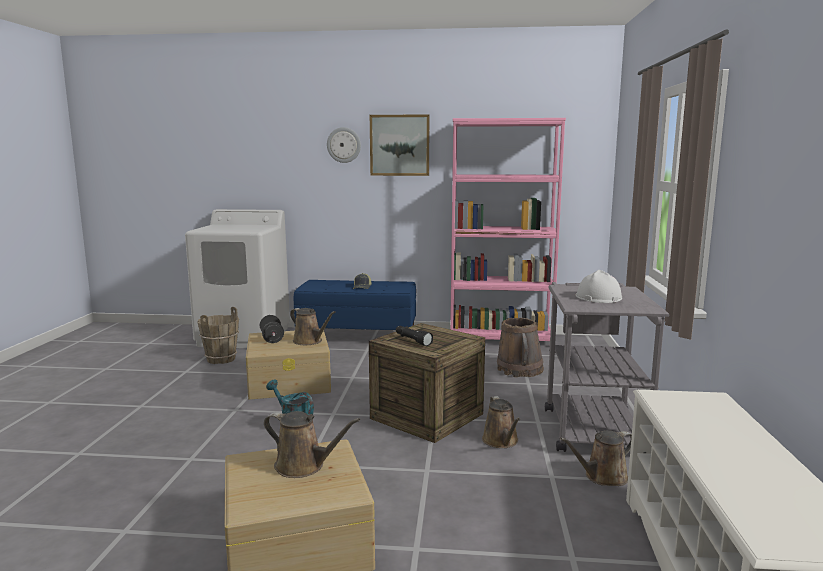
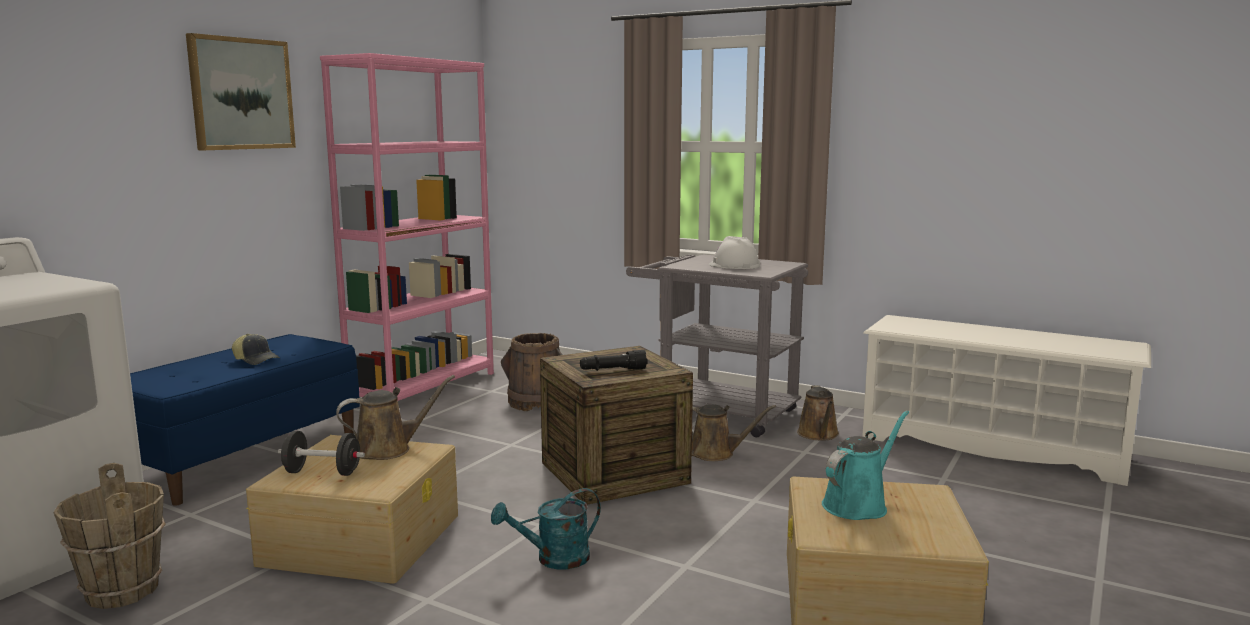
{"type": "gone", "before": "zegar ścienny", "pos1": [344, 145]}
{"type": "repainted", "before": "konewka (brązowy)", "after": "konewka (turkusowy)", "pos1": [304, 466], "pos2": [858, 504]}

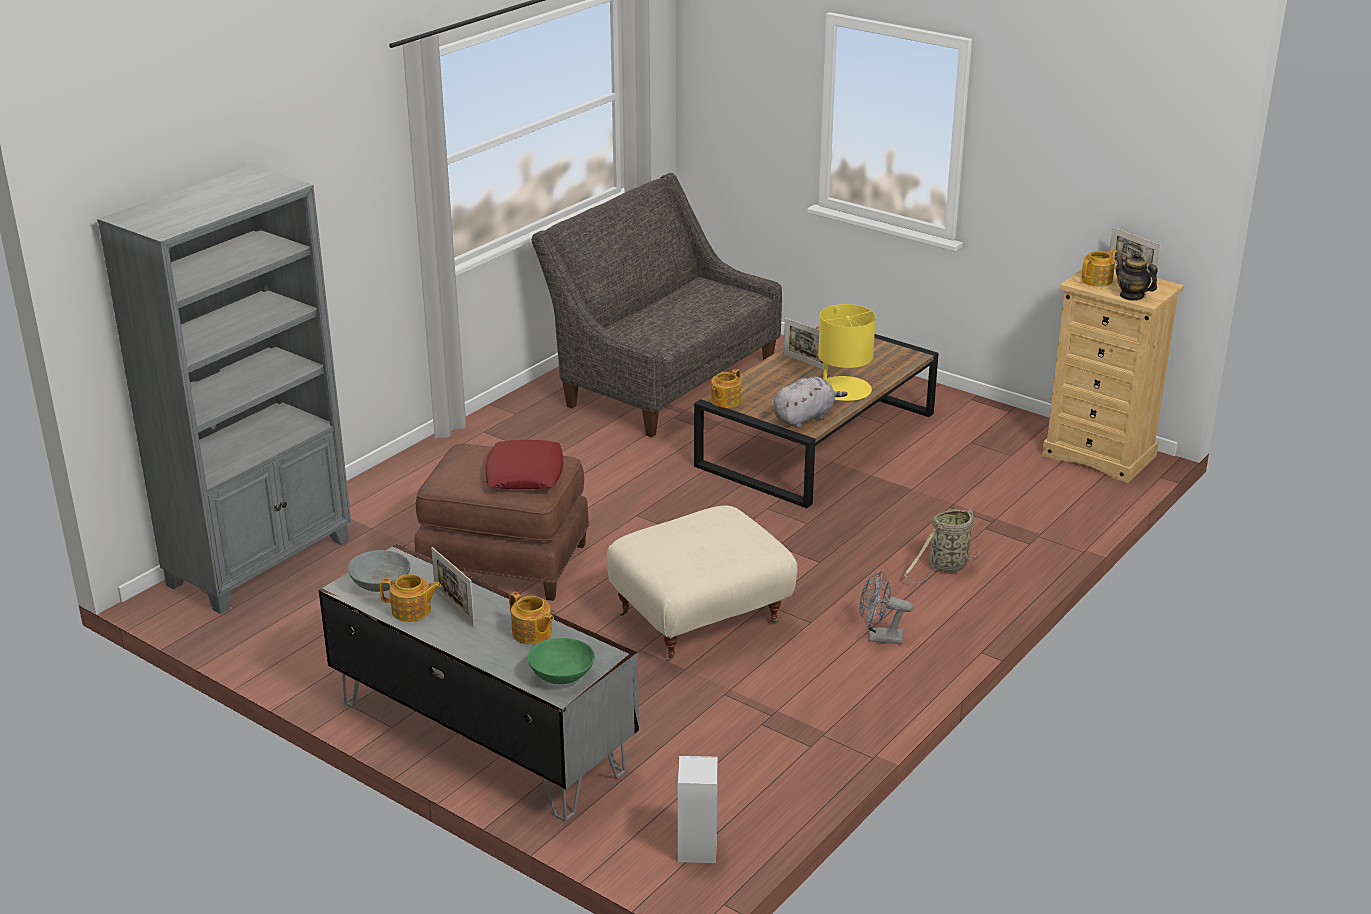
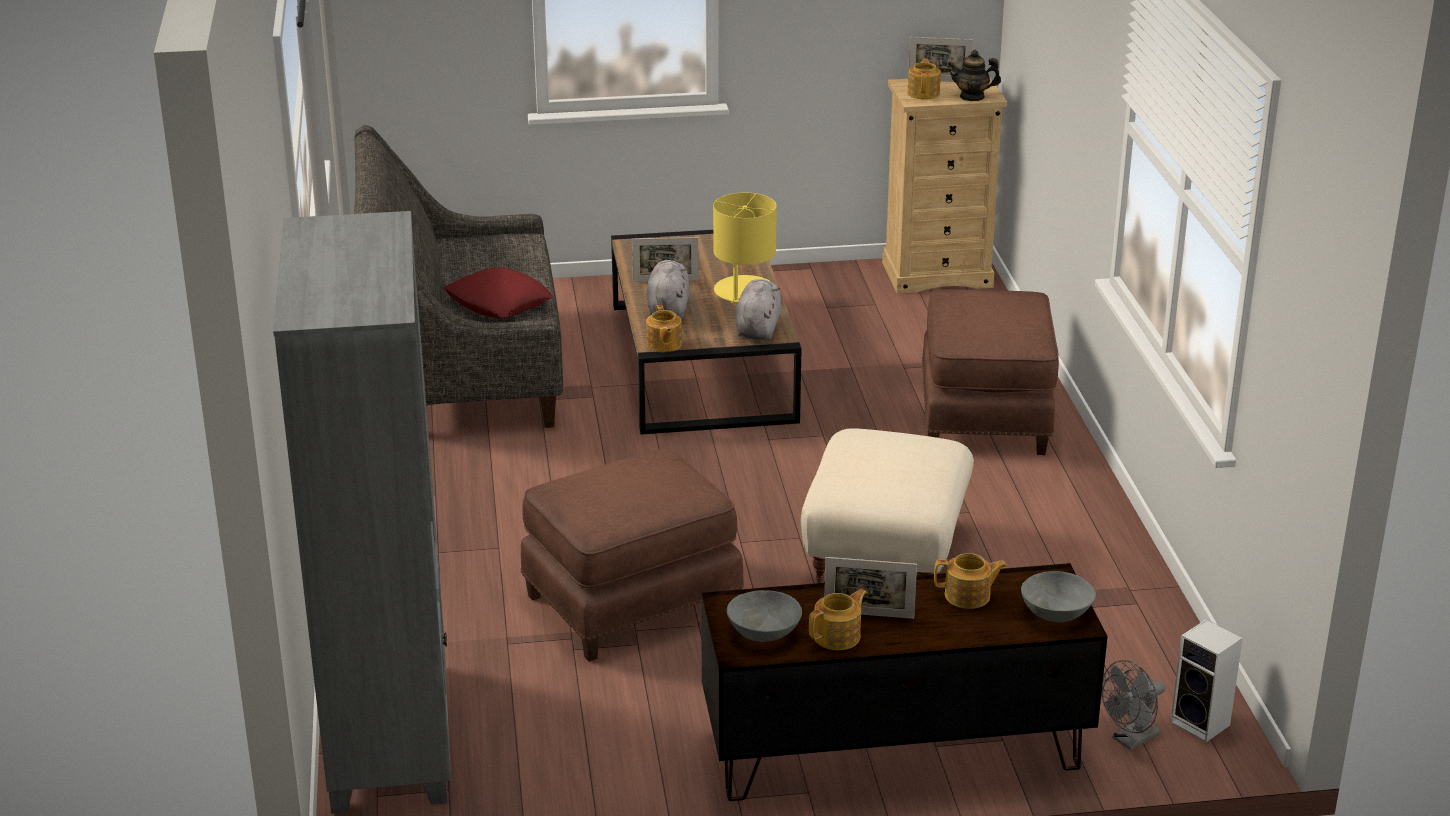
{"type": "shifted", "before": "poduszka (czerwony)", "pos1": [524, 473], "pos2": [498, 302]}
{"type": "swapped", "before": "koszyk", "after": "pufa (brązowy)", "pos1": [946, 567], "pos2": [986, 416]}
{"type": "repainted", "before": "szafka pod telewizor (szary)", "after": "szafka pod telewizor (brązowy)", "pos1": [481, 735], "pos2": [893, 750]}
{"type": "shifted", "before": "wentylator (szary)", "pos1": [879, 638], "pos2": [1131, 740]}
{"type": "repainted", "before": "miska (zielony)", "after": "miska (szary)", "pos1": [561, 676], "pos2": [1057, 613]}
{"type": "new", "after": "pluszak (szary)", "pos2": [668, 308]}

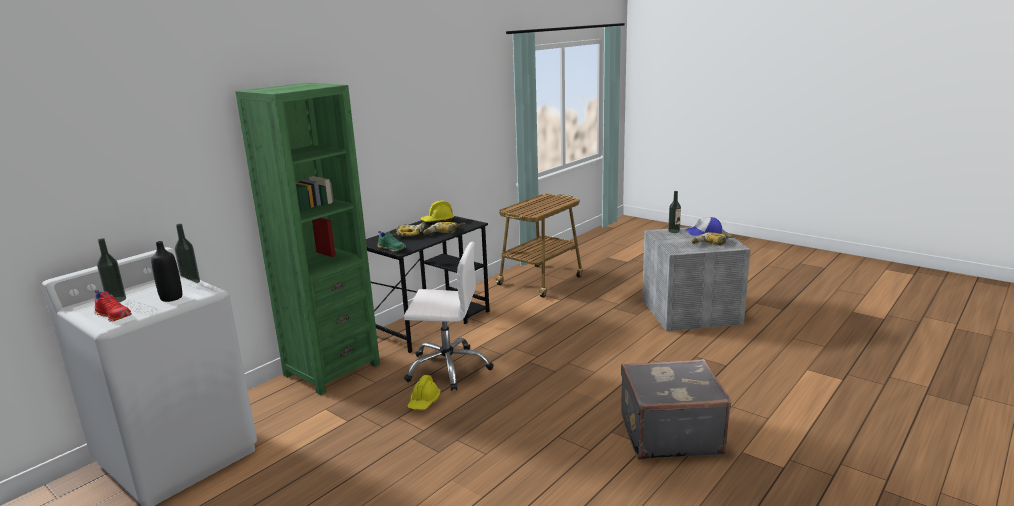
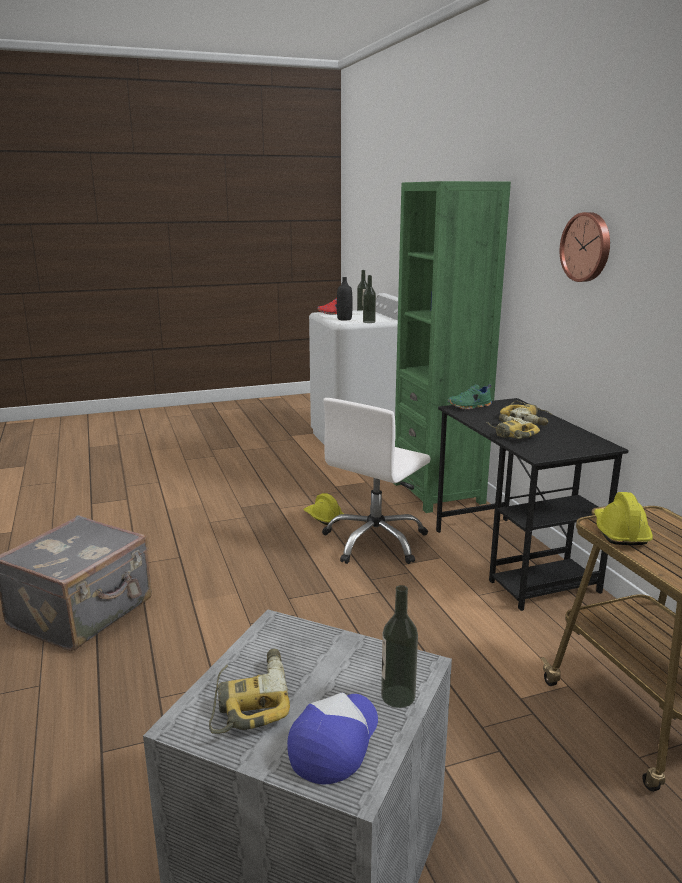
{"type": "shifted", "before": "kask (żółty)", "pos1": [438, 221], "pos2": [619, 532]}
{"type": "new", "after": "zegar ścienny", "pos2": [587, 247]}

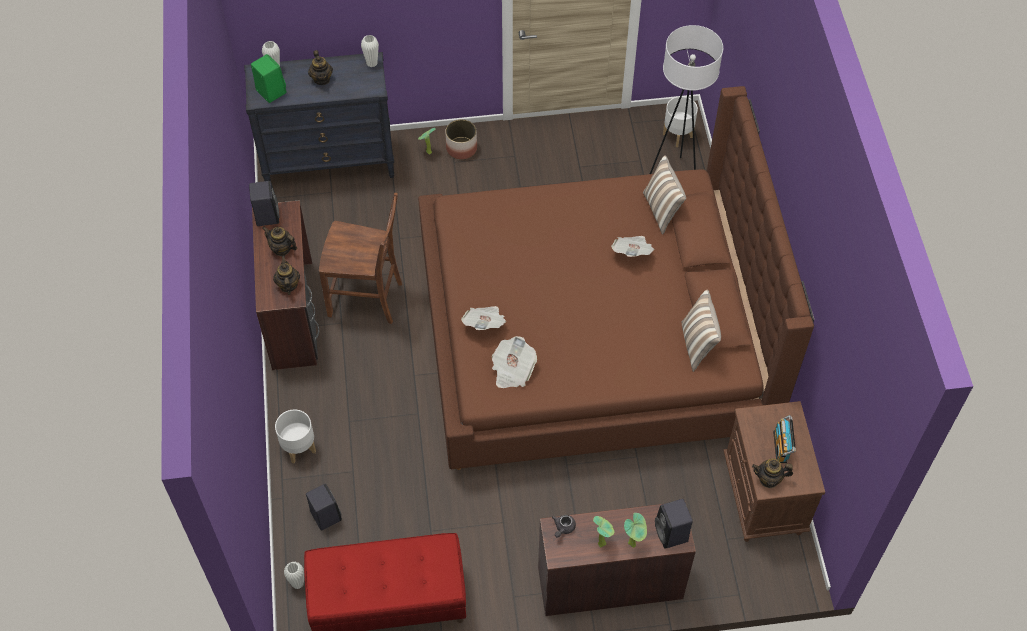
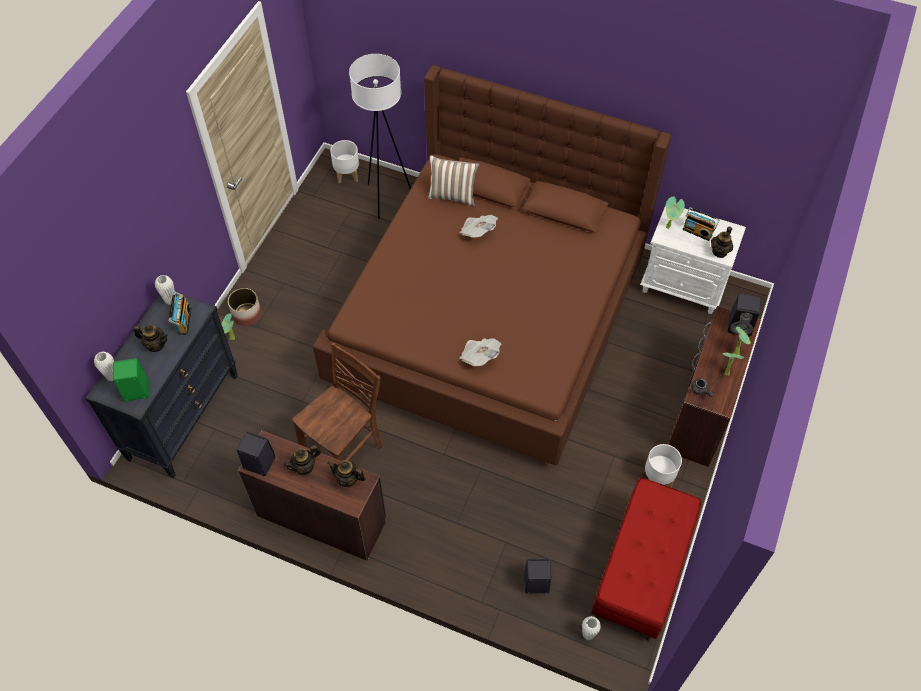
{"type": "gone", "before": "poduszka", "pos1": [697, 345]}
{"type": "gone", "before": "gazeta", "pos1": [512, 370]}
{"type": "repainted", "before": "szafka nocna (brązowy)", "after": "szafka nocna (biały)", "pos1": [764, 498], "pos2": [684, 285]}
{"type": "shifted", "before": "donica (biały)", "pos1": [298, 448], "pos2": [657, 478]}
{"type": "new", "after": "roślina doniczkowa", "pos2": [669, 227]}
{"type": "new", "after": "radio", "pos2": [183, 321]}

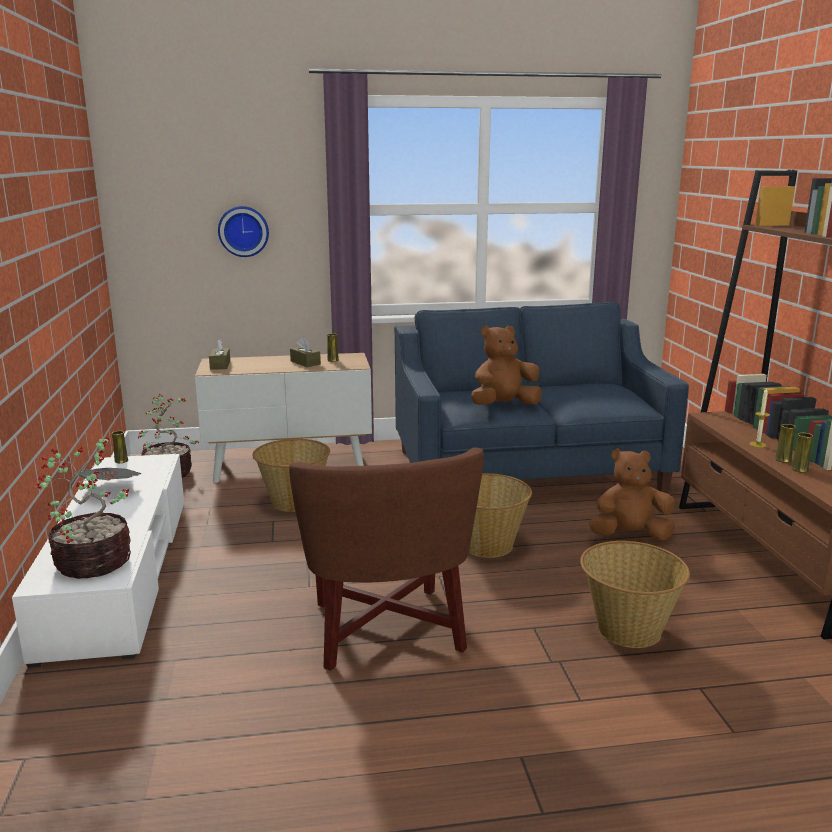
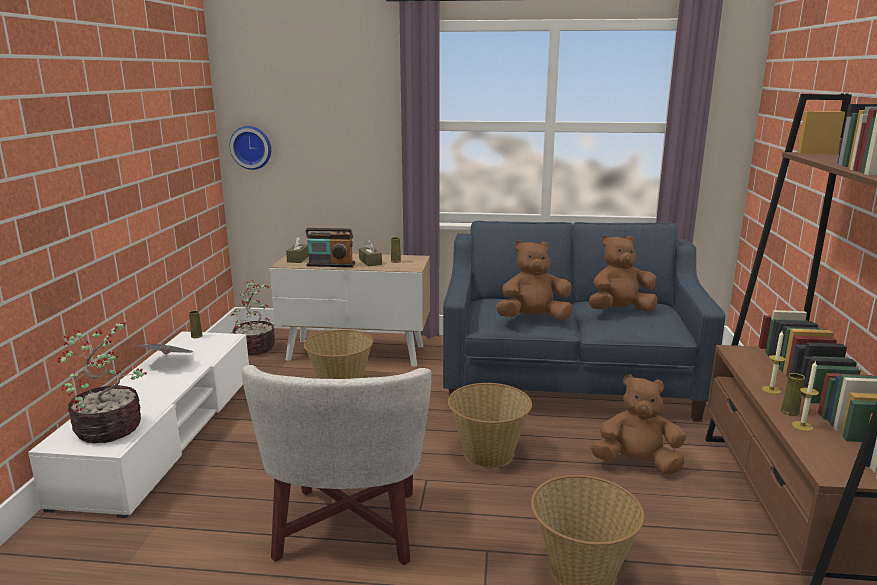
{"type": "shifted", "before": "zegar ścienny", "pos1": [243, 231], "pos2": [252, 147]}
{"type": "swapped", "before": "wazon (żółty)", "after": "świeca", "pos1": [799, 469], "pos2": [802, 426]}
{"type": "repainted", "before": "fotel (brązowy)", "after": "fotel (biały)", "pos1": [386, 628], "pos2": [348, 526]}
{"type": "new", "after": "radio", "pos2": [331, 264]}
{"type": "new", "after": "pluszak (brązowy)", "pos2": [619, 311]}

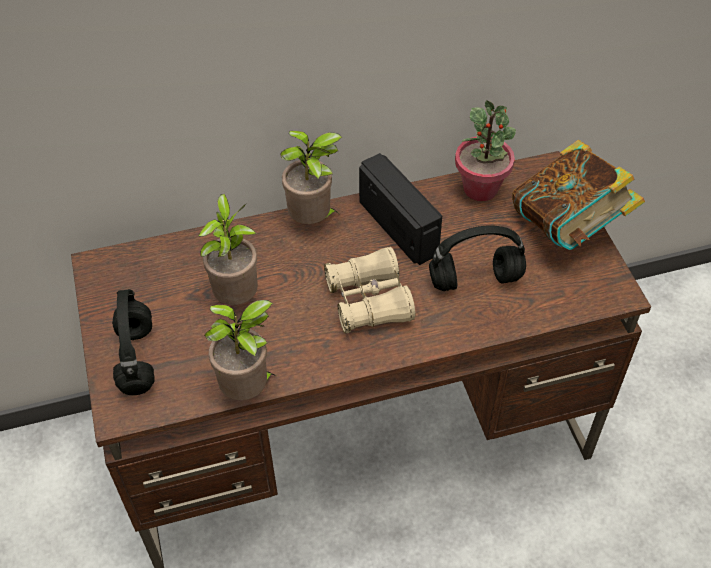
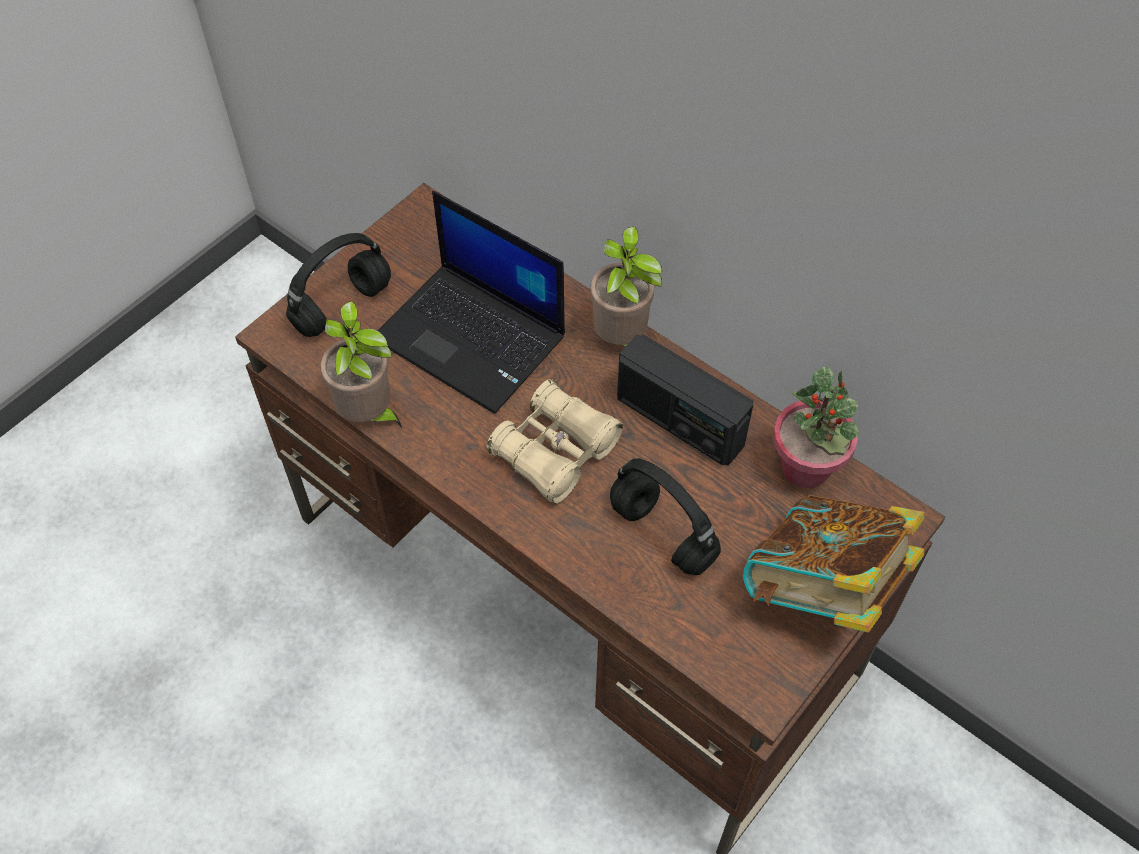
{"type": "rotated", "before": "radio", "pos1": [399, 227], "pos2": [679, 421], "turn": 105}
{"type": "swapped", "before": "roślina doniczkowa", "after": "laptop", "pos1": [237, 296], "pos2": [473, 338]}

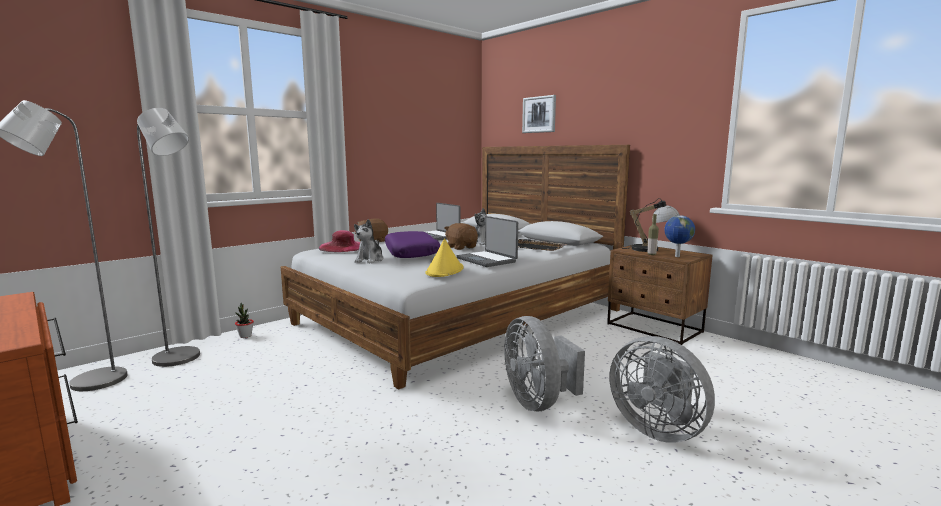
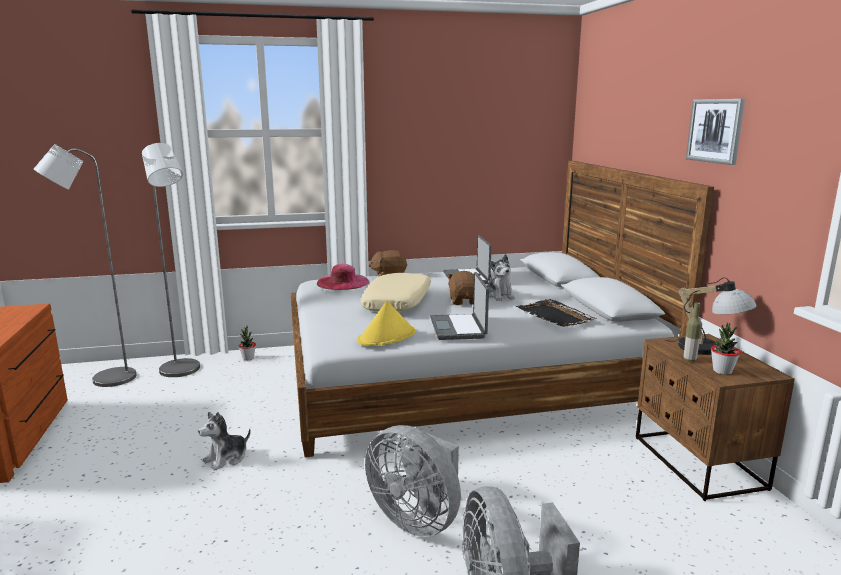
{"type": "shifted", "before": "obraz", "pos1": [539, 114], "pos2": [715, 131]}
{"type": "swapped", "before": "globus", "after": "roślina doniczkowa", "pos1": [676, 256], "pos2": [722, 371]}
{"type": "shifted", "before": "pluszak", "pos1": [370, 260], "pos2": [226, 458]}
{"type": "repainted", "before": "poduszka (fioletowy)", "after": "poduszka (beżowy)", "pos1": [412, 253], "pos2": [398, 302]}
{"type": "rotated", "before": "wentylator (szary)", "pos1": [538, 402], "pos2": [417, 519], "turn": -60}

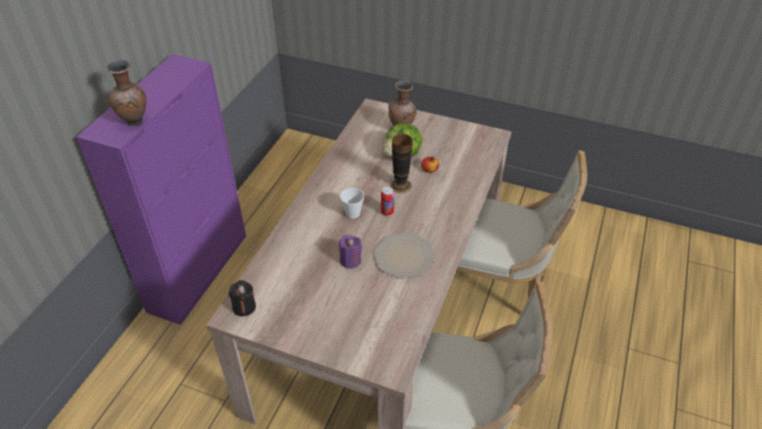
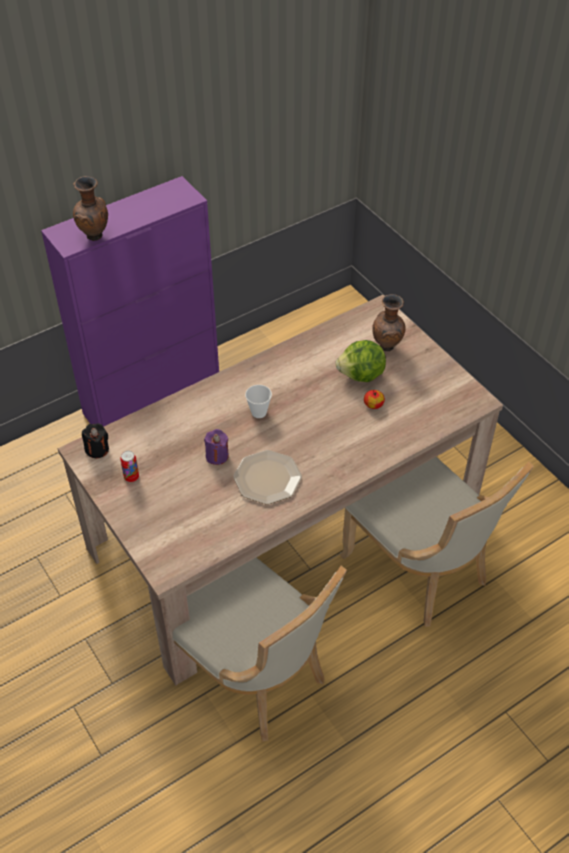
{"type": "gone", "before": "wazon", "pos1": [400, 185]}
{"type": "shifted", "before": "puszka", "pos1": [387, 212], "pos2": [131, 477]}

